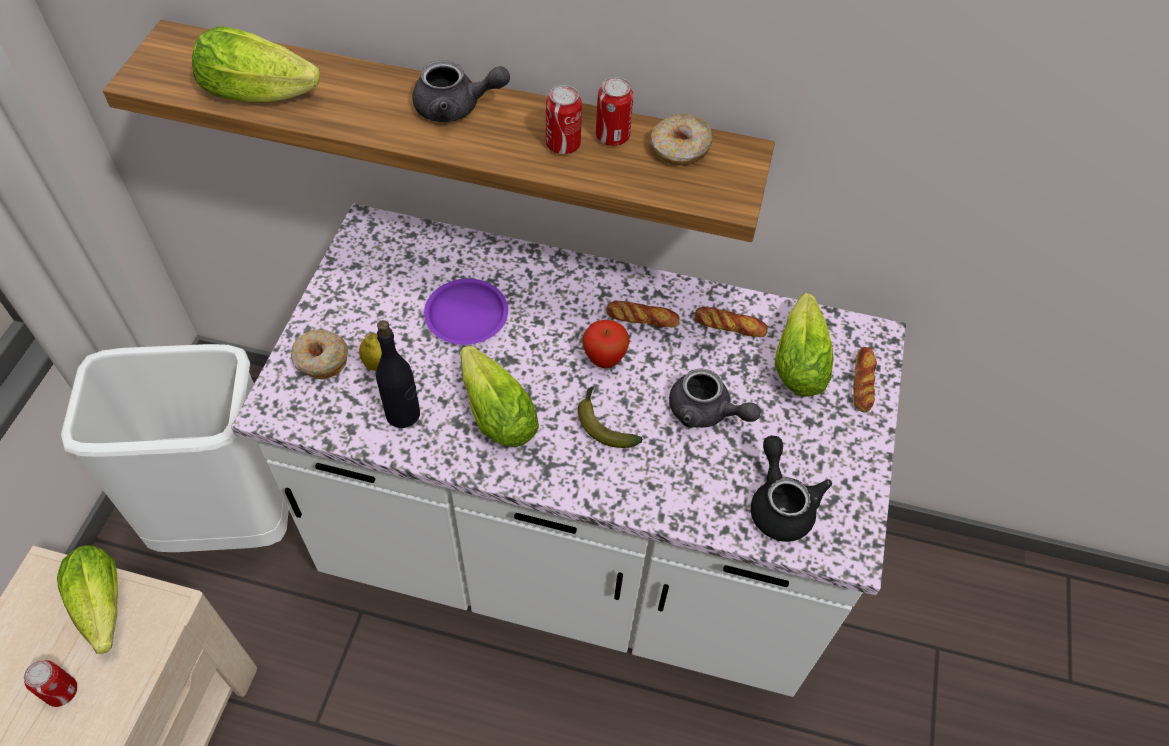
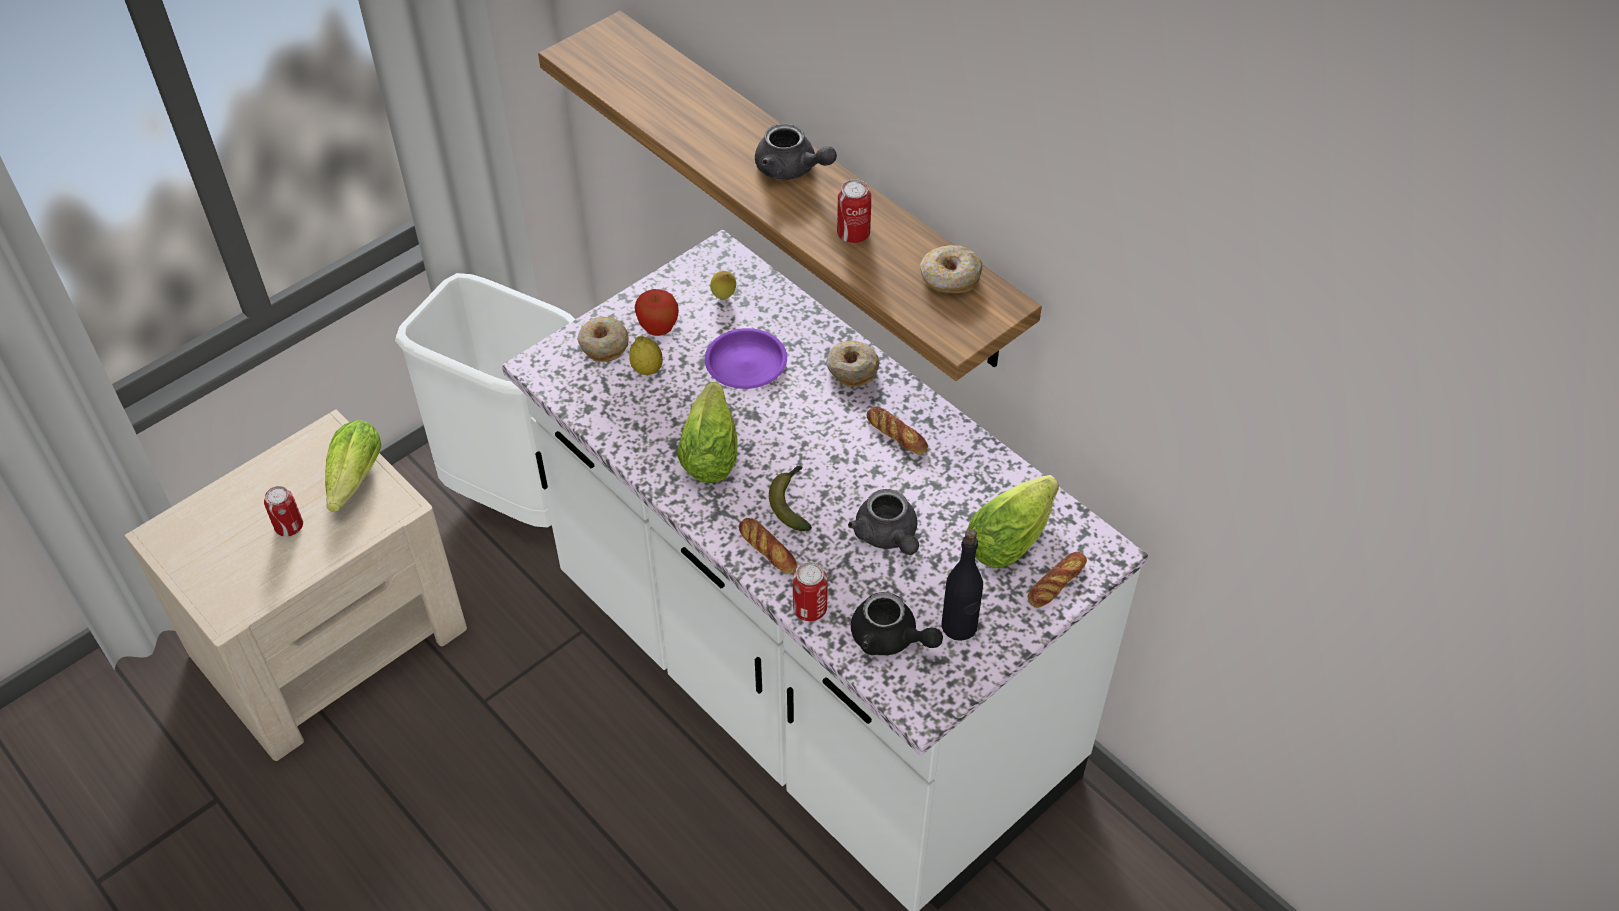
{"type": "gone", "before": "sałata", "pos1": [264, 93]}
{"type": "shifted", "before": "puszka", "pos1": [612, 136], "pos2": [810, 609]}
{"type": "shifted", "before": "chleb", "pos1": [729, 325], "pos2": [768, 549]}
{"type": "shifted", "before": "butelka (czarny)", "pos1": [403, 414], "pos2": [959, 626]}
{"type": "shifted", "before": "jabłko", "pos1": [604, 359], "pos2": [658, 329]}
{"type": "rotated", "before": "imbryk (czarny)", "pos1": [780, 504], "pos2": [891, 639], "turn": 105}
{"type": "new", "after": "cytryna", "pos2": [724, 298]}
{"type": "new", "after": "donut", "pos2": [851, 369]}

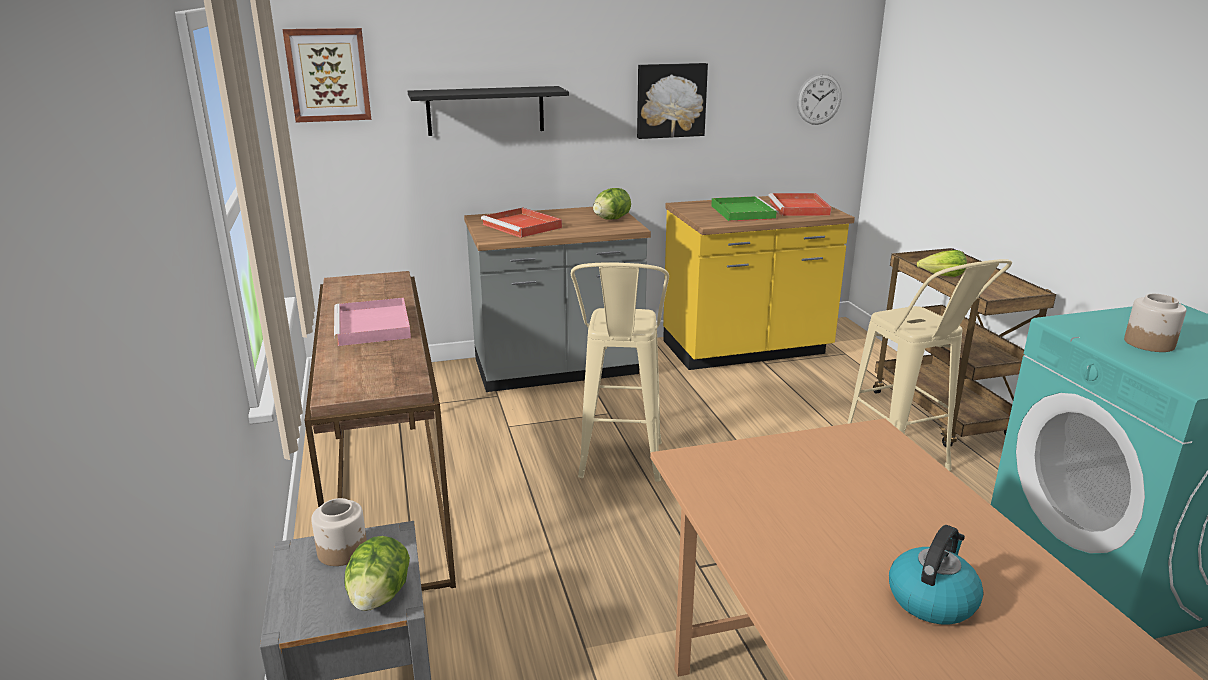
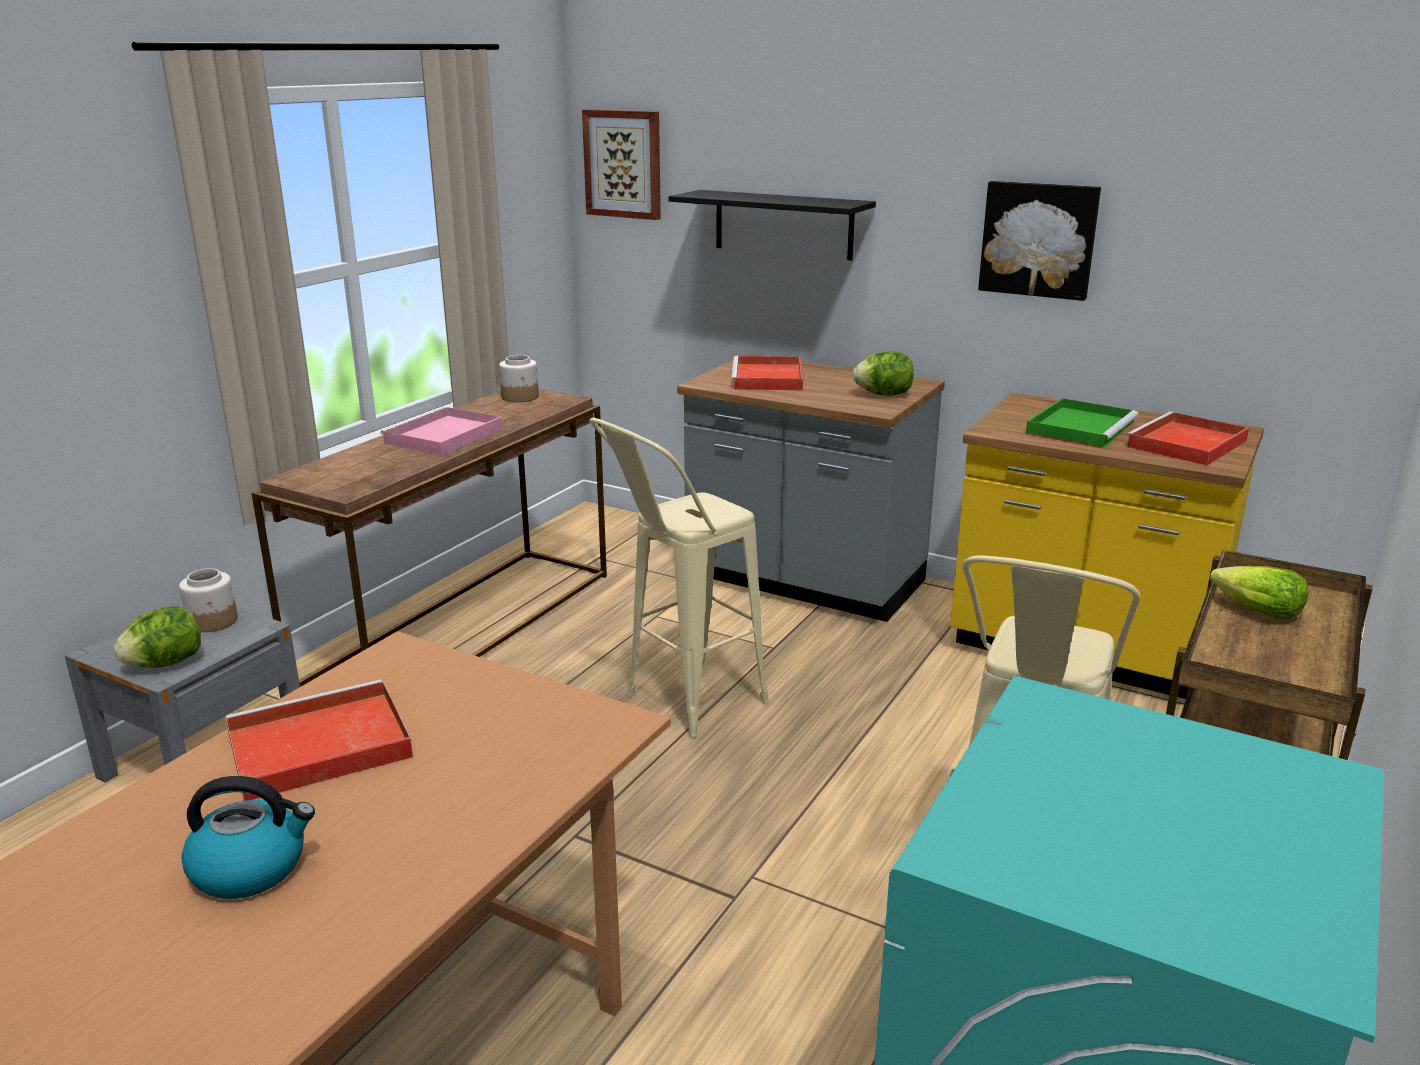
{"type": "gone", "before": "zegar ścienny", "pos1": [819, 99]}
{"type": "shifted", "before": "słoik", "pos1": [1149, 343], "pos2": [520, 397]}
{"type": "new", "after": "taca (czerwony)", "pos2": [315, 747]}

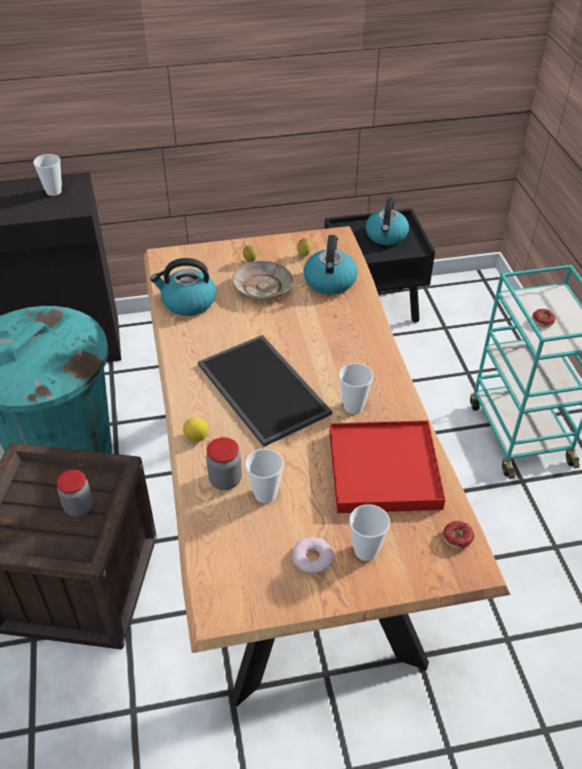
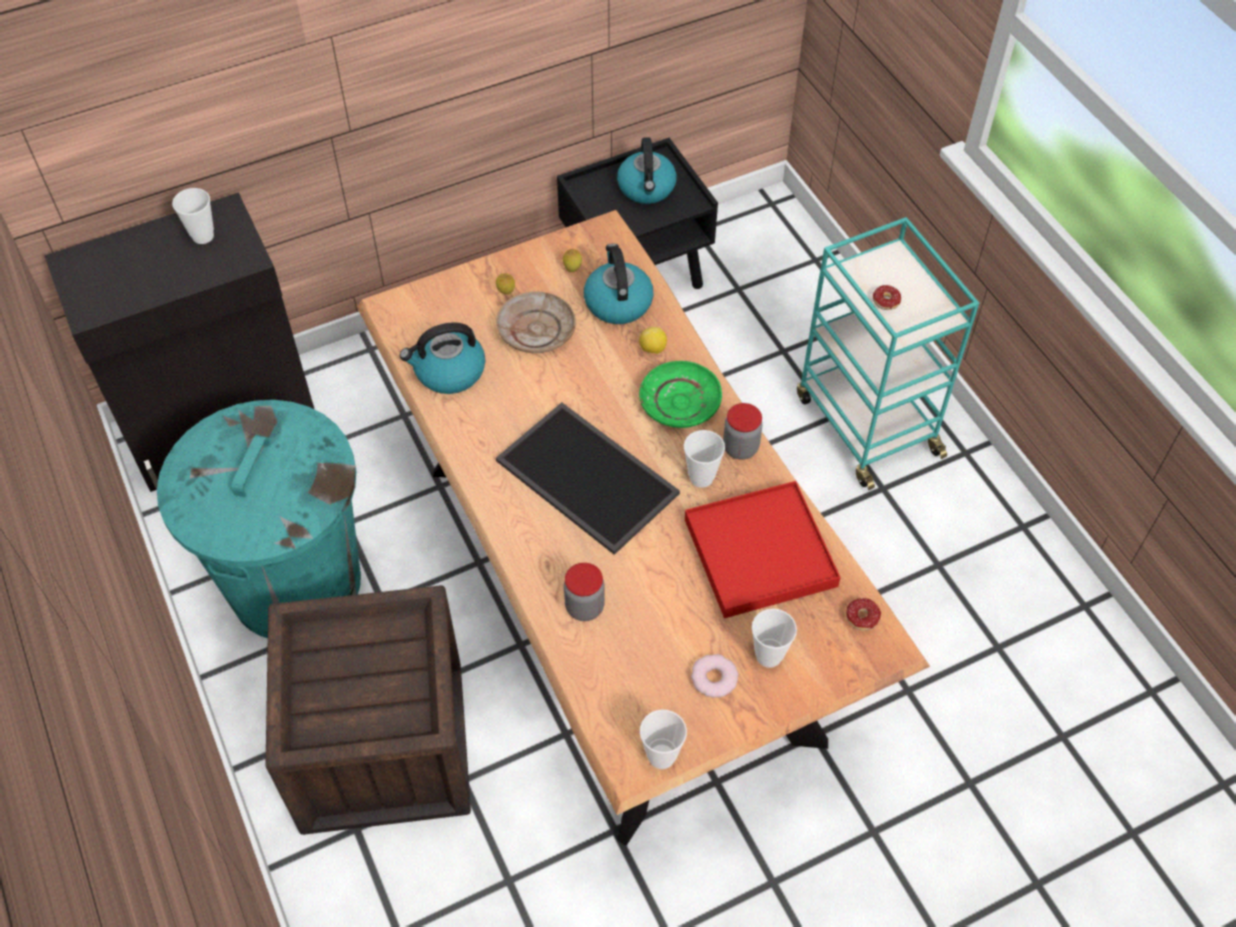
{"type": "shifted", "before": "cytryna", "pos1": [196, 437], "pos2": [652, 349]}
{"type": "shifted", "before": "filiżanka", "pos1": [265, 494], "pos2": [661, 756]}
{"type": "shifted", "before": "słoik", "pos1": [79, 507], "pos2": [740, 448]}
{"type": "new", "after": "talerz (zielony)", "pos2": [680, 402]}

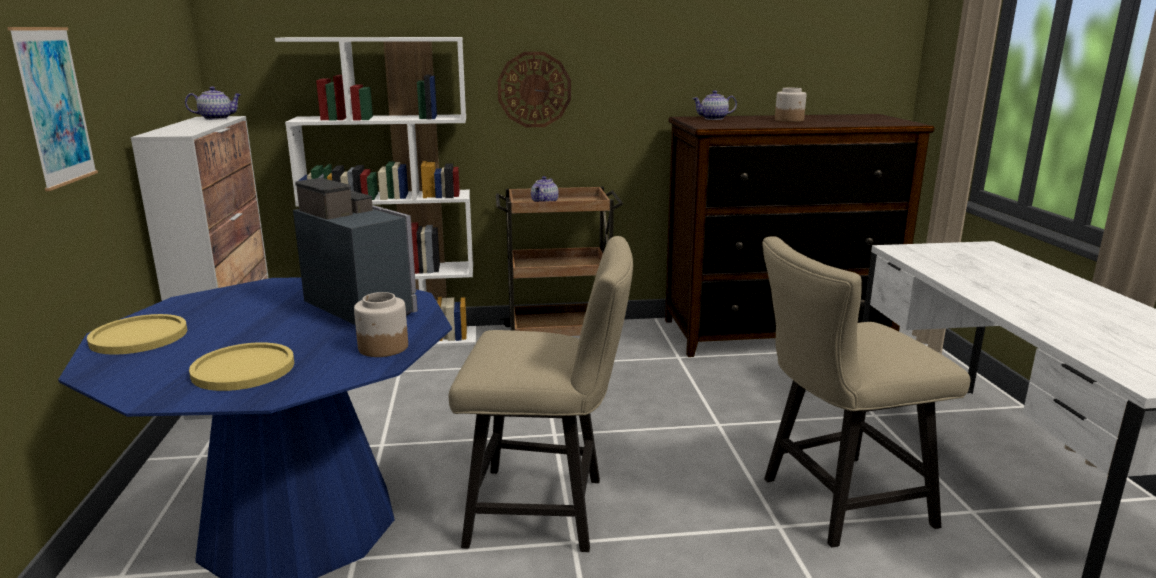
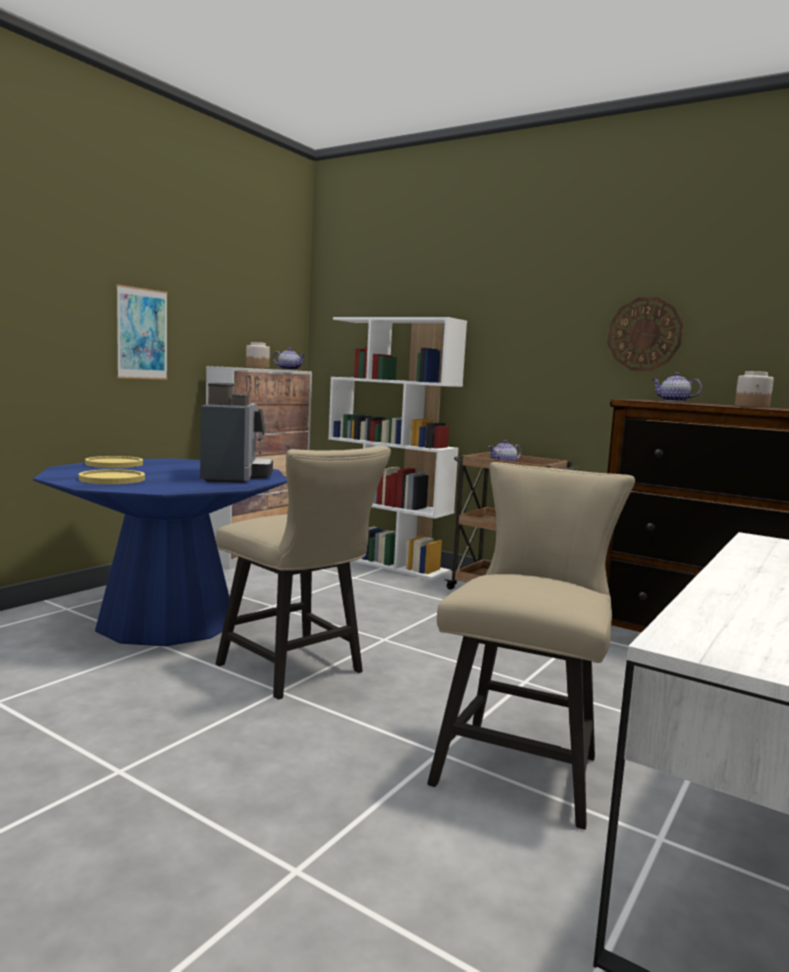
{"type": "shifted", "before": "zegar ścienny", "pos1": [534, 89], "pos2": [644, 334]}
{"type": "rotated", "before": "krzesło (beżowy)", "pos1": [835, 503], "pos2": [522, 765], "turn": 90}
{"type": "shifted", "before": "słoik", "pos1": [382, 347], "pos2": [257, 368]}

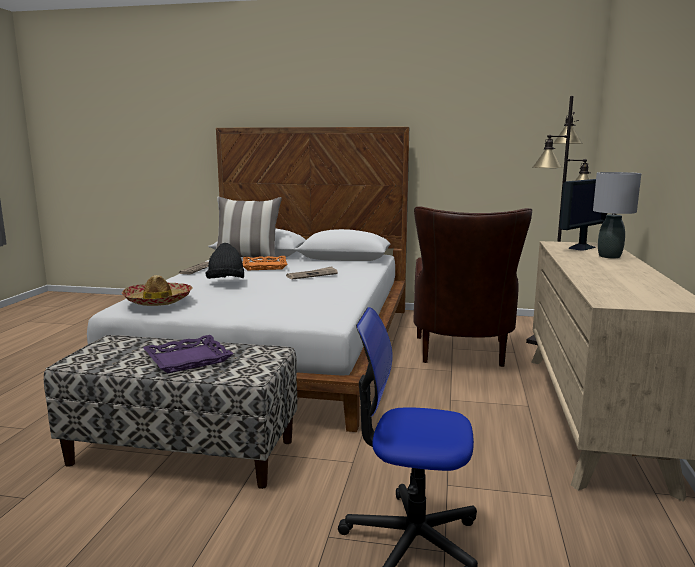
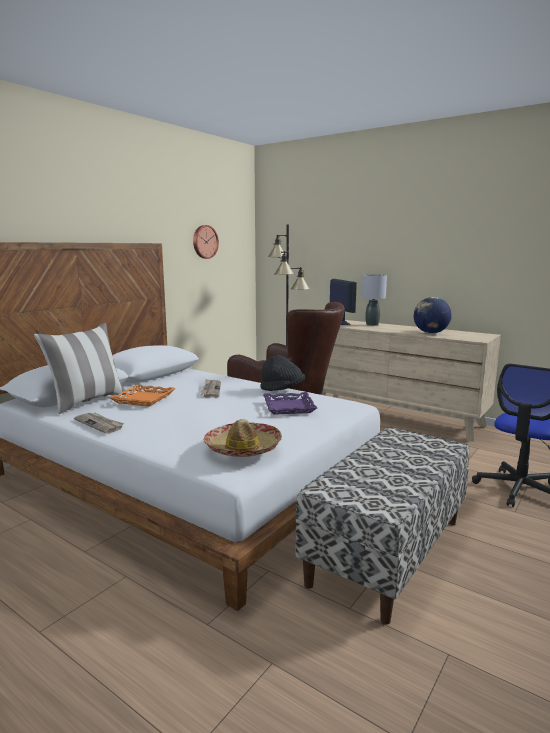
{"type": "shifted", "before": "kapelusz (czarny)", "pos1": [226, 282], "pos2": [282, 390]}
{"type": "shifted", "before": "taca (fioletowy)", "pos1": [188, 359], "pos2": [288, 407]}
{"type": "new", "after": "zegar ścienny", "pos2": [204, 242]}
{"type": "new", "after": "globus", "pos2": [430, 333]}

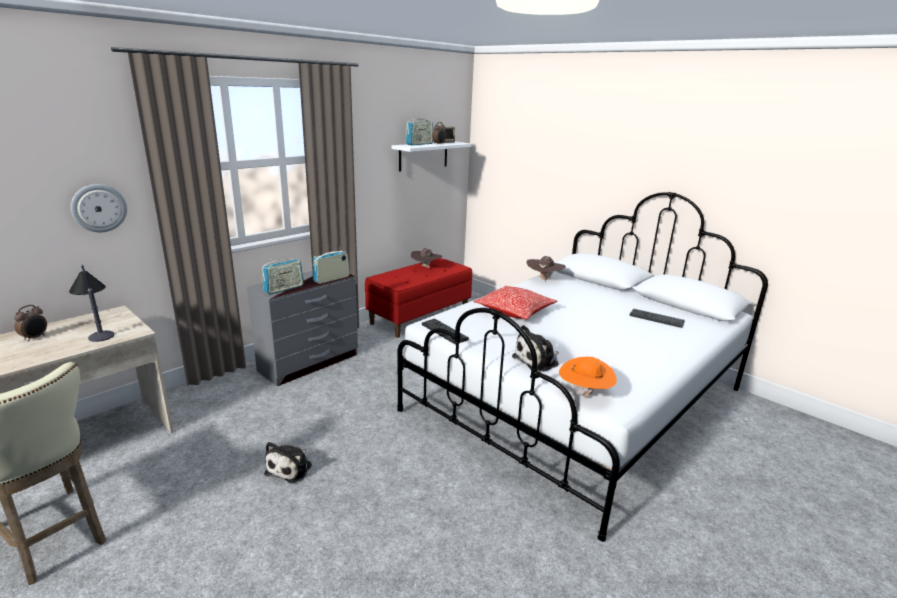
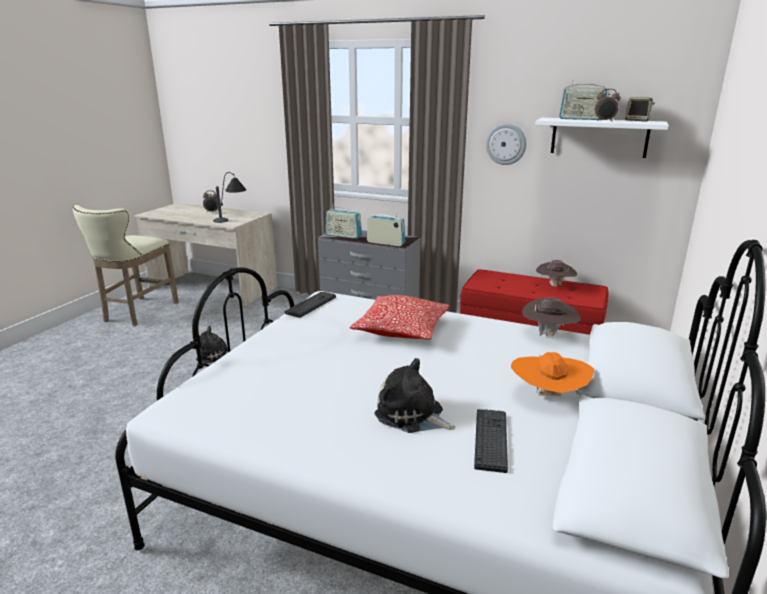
{"type": "shifted", "before": "zegar ścienny", "pos1": [99, 208], "pos2": [506, 144]}
{"type": "shifted", "before": "pluszak", "pos1": [537, 360], "pos2": [412, 415]}
{"type": "shifted", "before": "kapelusz (pomarańczowy)", "pos1": [584, 394], "pos2": [548, 397]}

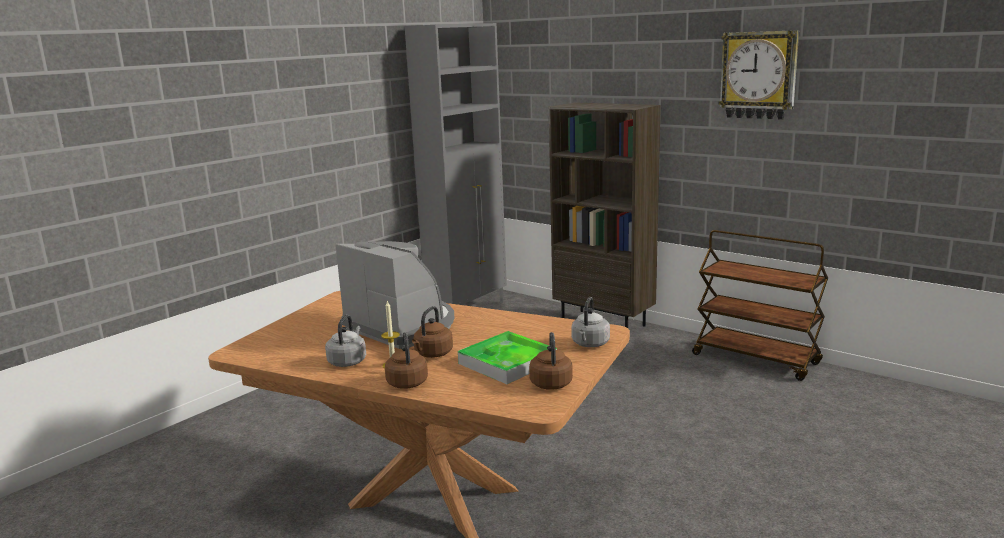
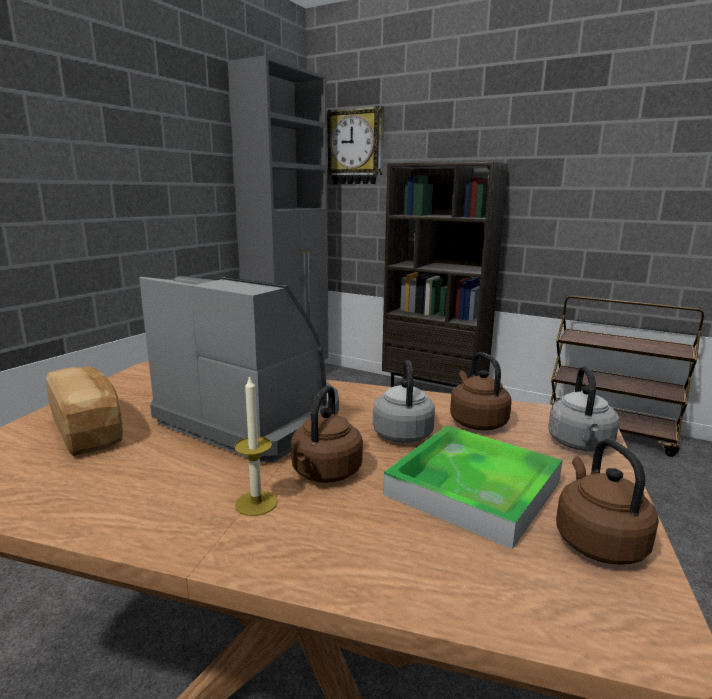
{"type": "shifted", "before": "zegar ścienny", "pos1": [758, 75], "pos2": [356, 147]}
{"type": "shifted", "before": "czajnik (szary)", "pos1": [348, 361], "pos2": [402, 433]}
{"type": "shifted", "before": "czajnik (brązowy)", "pos1": [407, 382], "pos2": [476, 421]}
{"type": "new", "after": "chleb", "pos2": [89, 430]}

